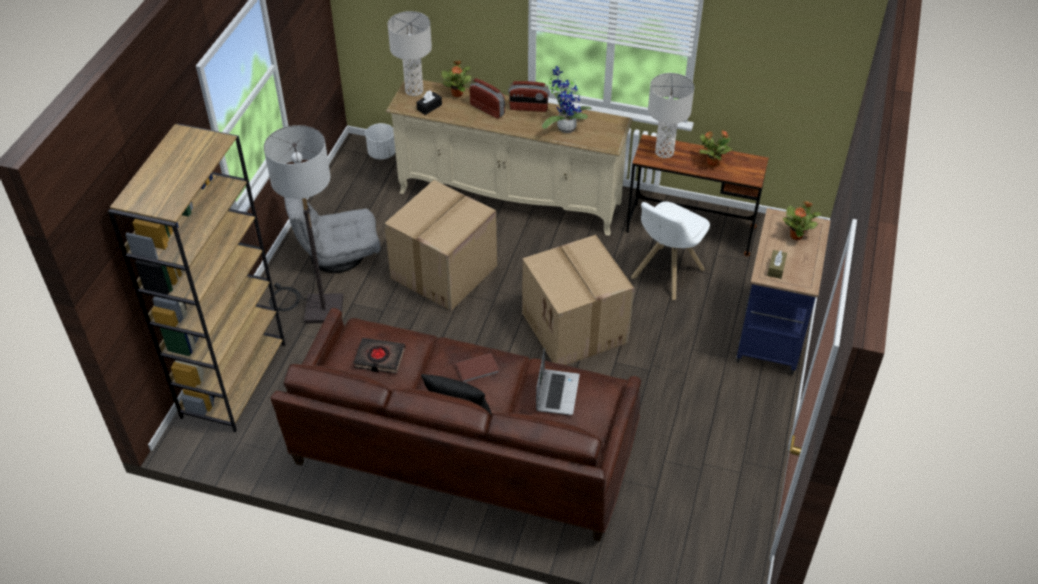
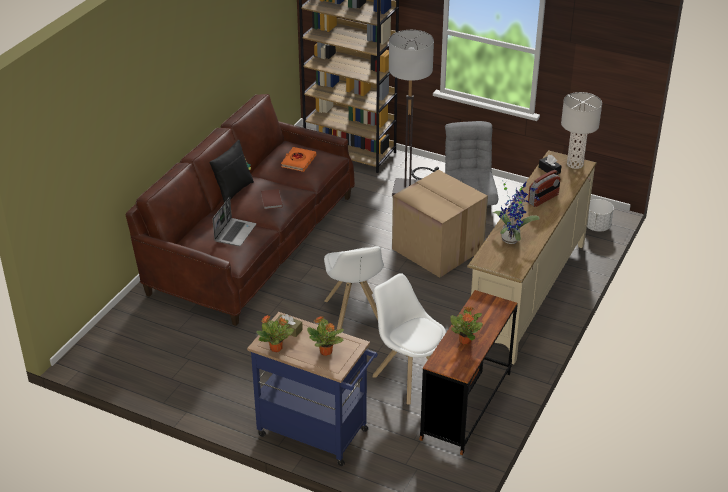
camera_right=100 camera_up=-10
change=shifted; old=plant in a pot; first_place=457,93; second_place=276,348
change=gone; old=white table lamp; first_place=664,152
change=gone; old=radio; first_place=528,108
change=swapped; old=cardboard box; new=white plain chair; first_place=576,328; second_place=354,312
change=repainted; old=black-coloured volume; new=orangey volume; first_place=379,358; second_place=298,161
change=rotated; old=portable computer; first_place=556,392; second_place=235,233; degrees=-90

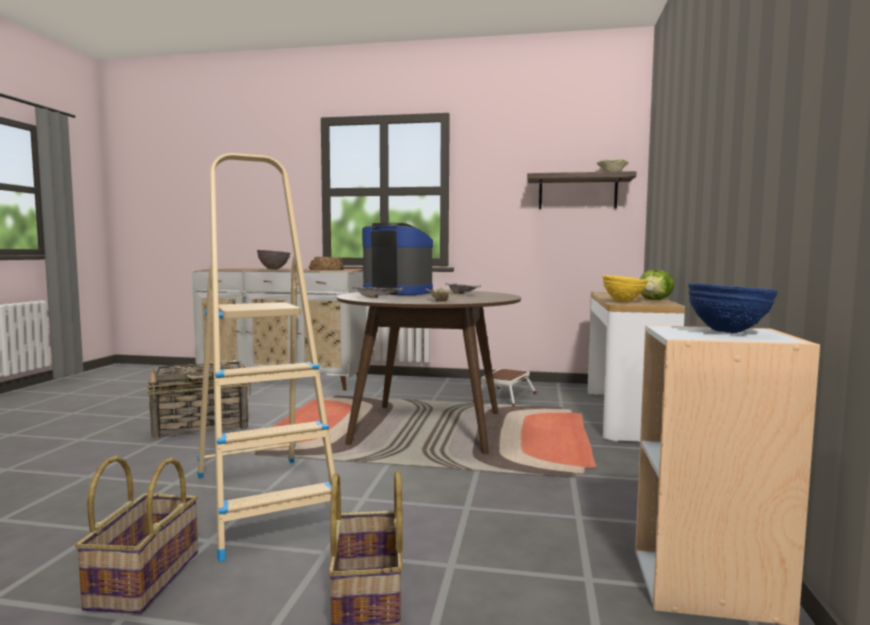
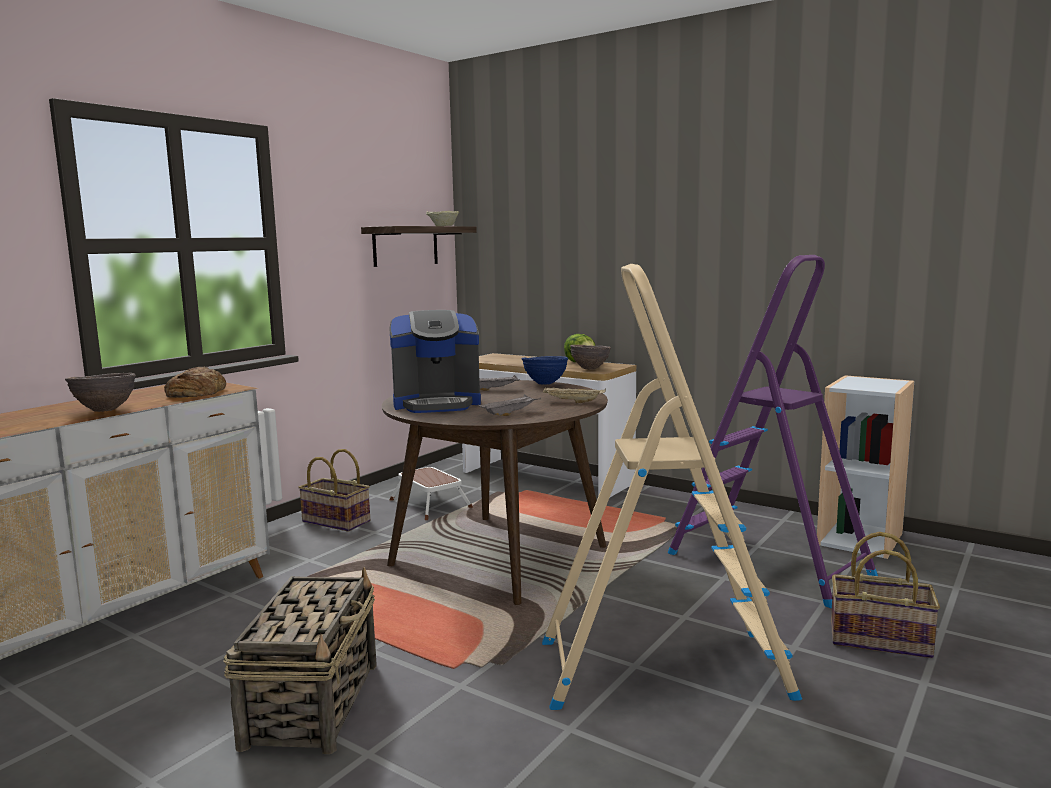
camera_right=-65 camera_up=5
change=rotated; old=coffee machine; first_place=398,292; second_place=437,404; degrees=-150
change=repainted; old=yellow serving bowl; new=brown-coloured serving bowl; first_place=623,302; second_place=590,369
change=shifted; old=bluish serving bowl; first_place=728,332; second_place=545,384
change=shifted; old=household basket; first_place=143,579; second_place=335,522
change=new; new=purple step stool; second_place=766,563

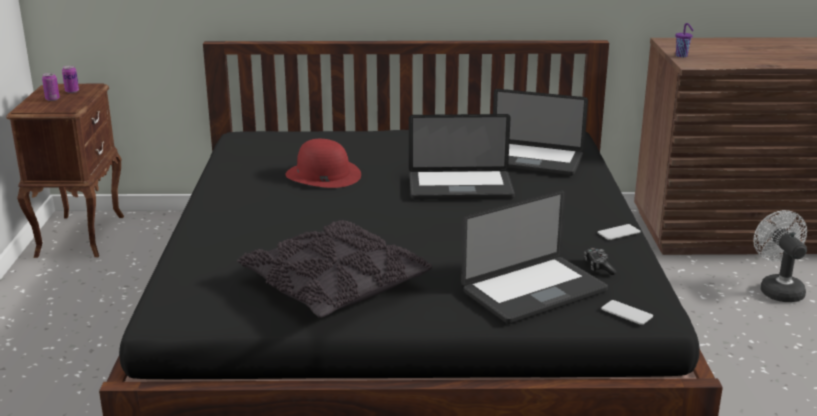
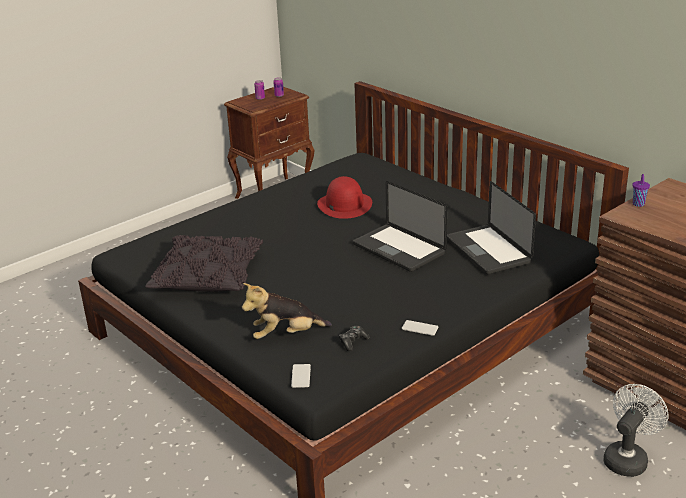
camera_right=50 camera_up=5
change=swapped; old=portable computer; new=soft toy; first_place=534,292; second_place=286,335

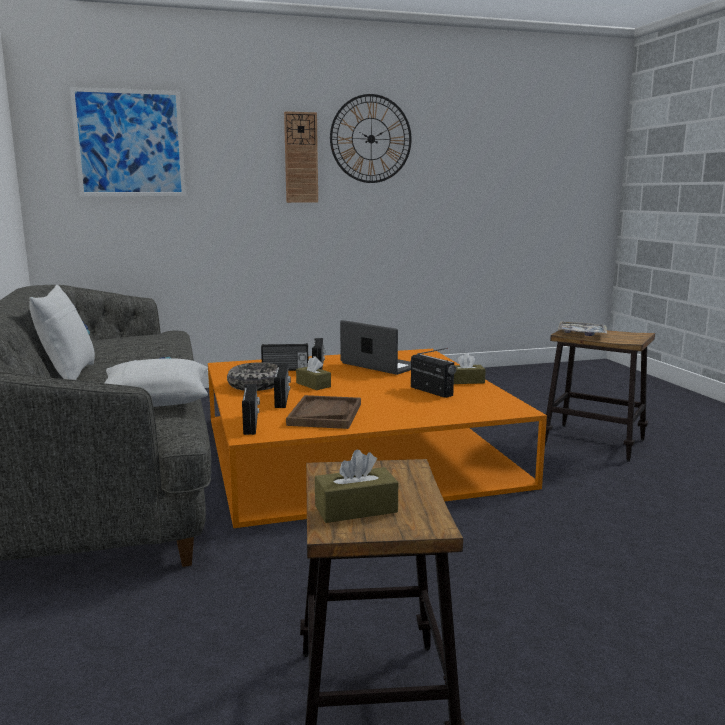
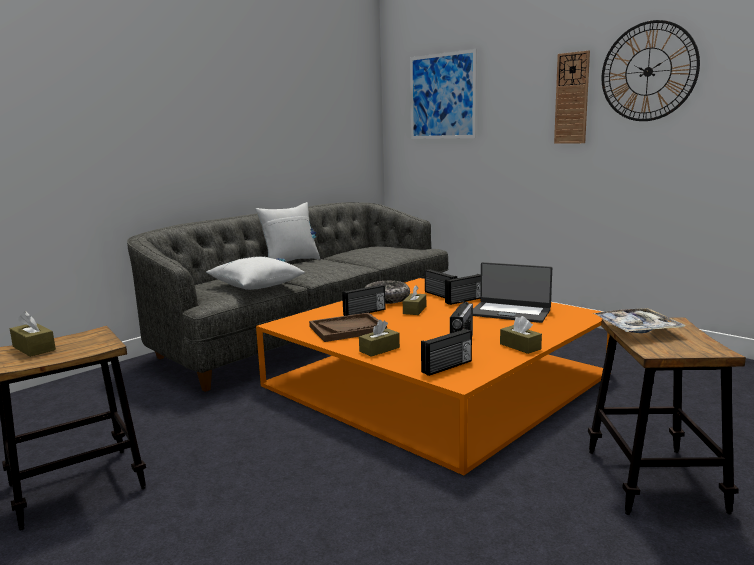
camera_right=60 camera_up=0
change=rotated; old=portable computer; first_place=380,365; second_place=510,312; degrees=105
change=shifted; old=radio; first_place=252,424; second_place=447,367
change=new; new=brown-coloured box of tissues; second_place=379,349

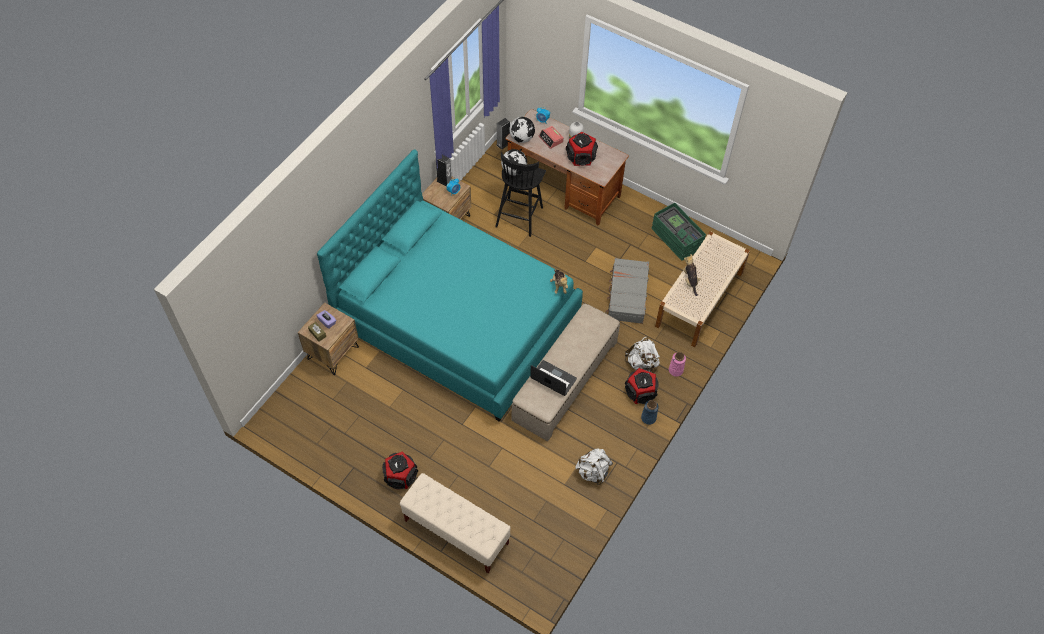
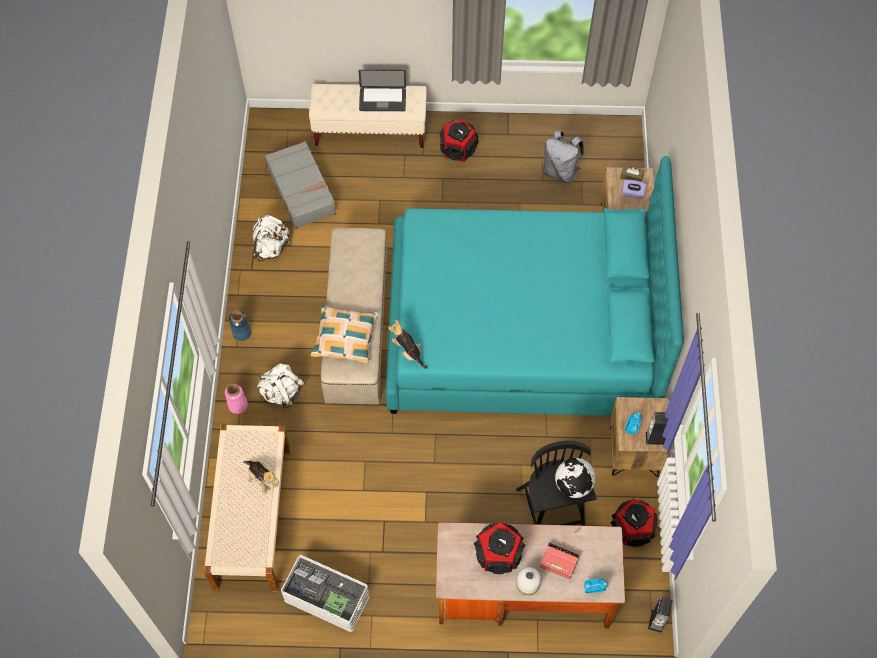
camera_right=150 camera_up=5
change=gone; old=globe; first_place=522,138
change=repainted; old=green-coloured storage bin; new=white storage bin; first_place=677,238; second_place=326,598
change=shifted; old=grey suitcase; first_place=627,295; second_place=302,190
change=shifted; old=portable computer; first_place=553,379; second_place=382,100
change=shifted; old=speaker; first_place=640,392; second_place=632,529
change=new; new=grey backpack; second_place=560,171
change=new; new=cushion; second_place=345,338

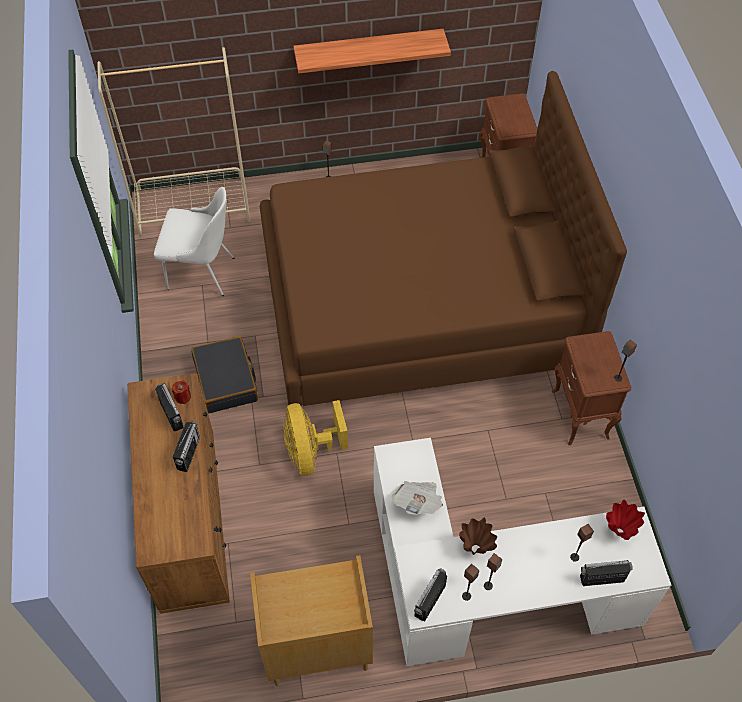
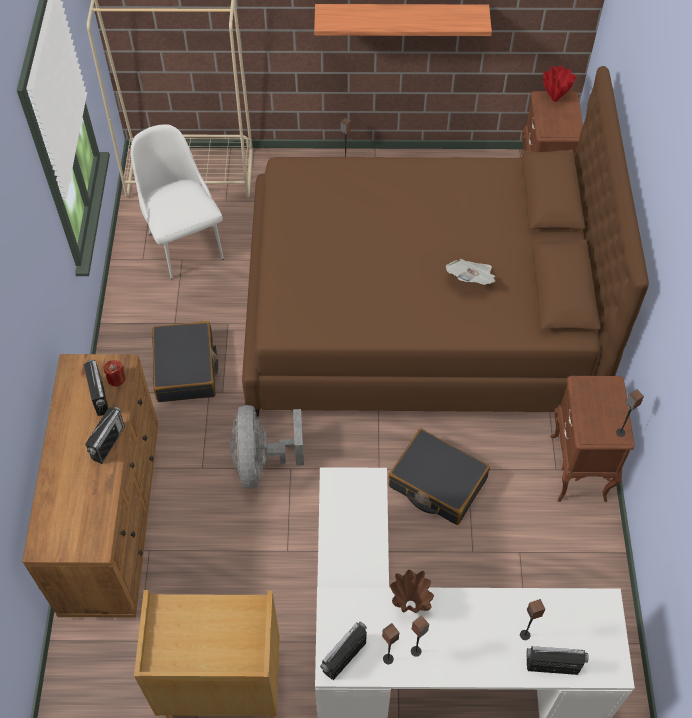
camera_right=10 camera_up=0
change=rotated; old=white plain chair; first_place=202,273; second_place=184,246; degrees=-135
change=repainted; old=yellow cooling fan; new=grey cooling fan; first_place=311,452; second_place=262,463
change=shifted; old=newspaper; first_place=418,502; second_place=471,280
change=shifted; old=red-coloured decorative vase; first_place=619,531; second_place=554,98
change=new; new=black-coloured suitcase; second_place=437,483

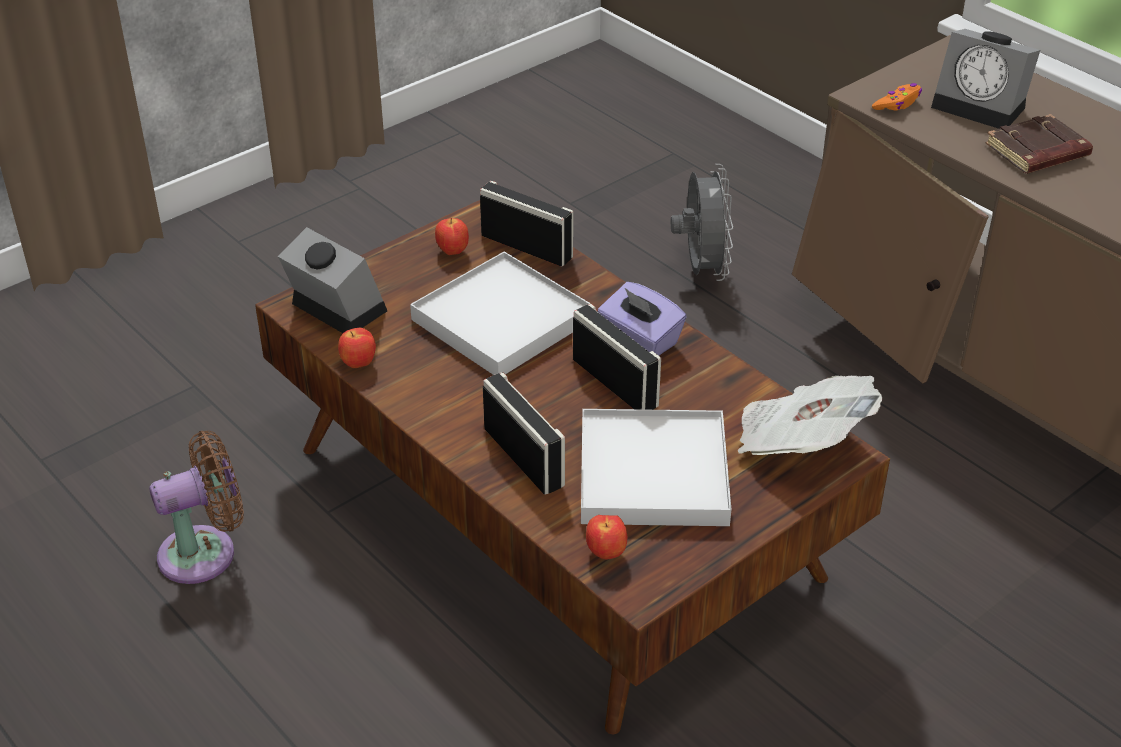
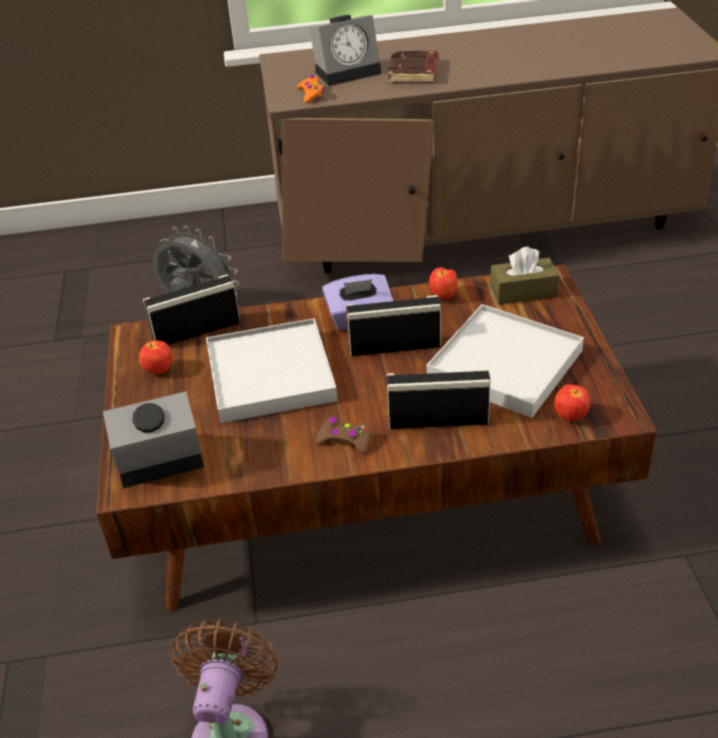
camera_right=-55 camera_up=0
change=shifted; old=apple fruit; first_place=358,364; second_place=443,296
change=swapped; old=newspaper; new=brown-coloured box of tissues; first_place=800,442; second_place=523,291
change=new; new=brown-coloured game controller; second_place=345,440

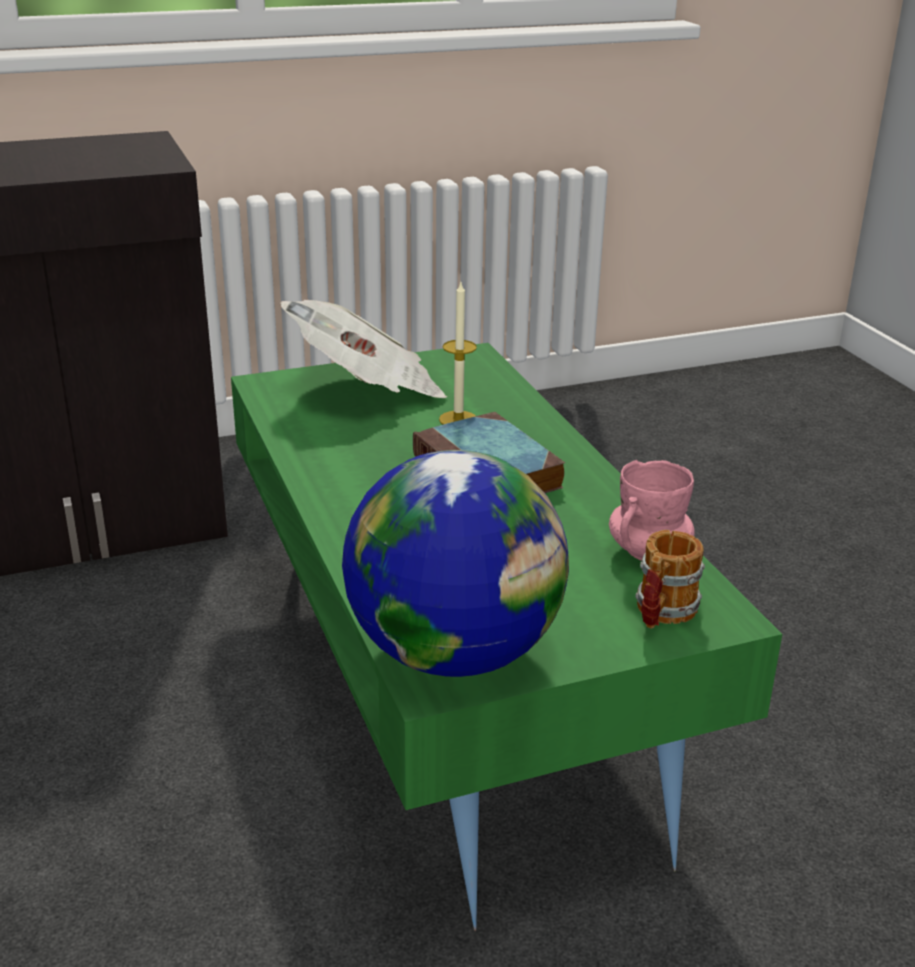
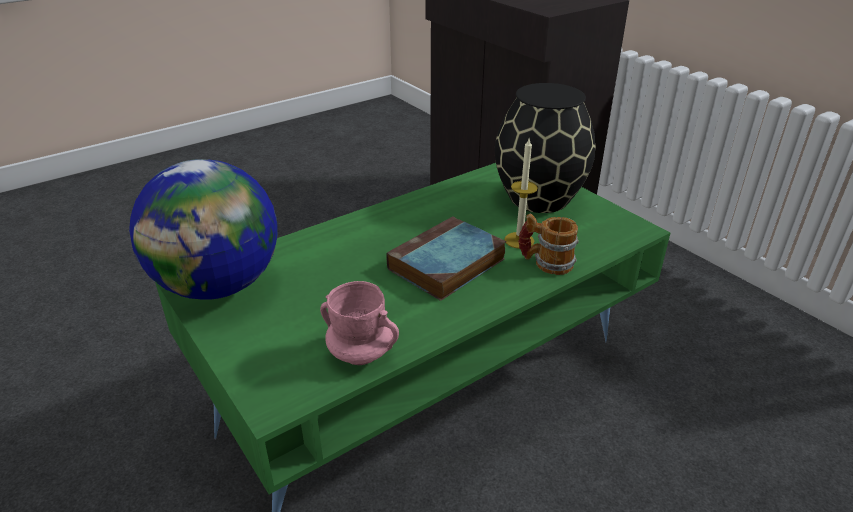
camera_right=75 camera_up=5
change=swapped; old=newspaper; new=black-coloured decorative vase; first_place=368,388; second_place=540,199
change=shifted; old=mug; first_place=661,614; second_place=545,263

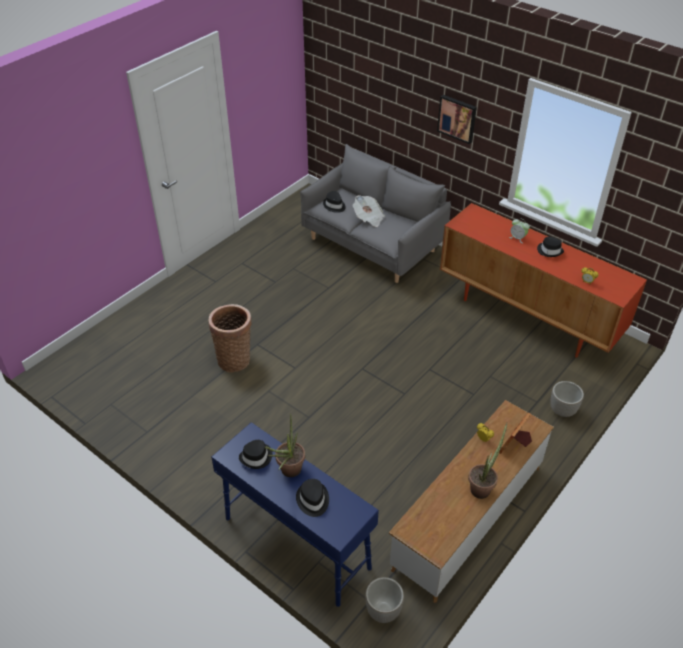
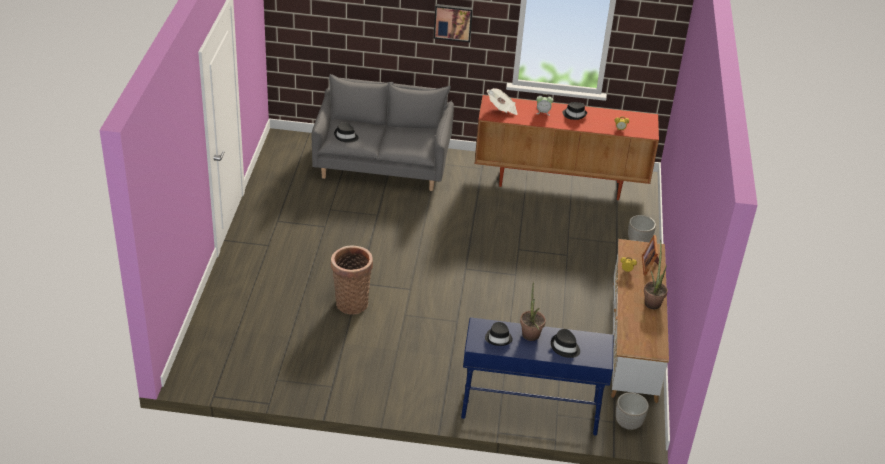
camera_right=-35 camera_up=-5
change=shifted; old=newspaper; first_place=368,218; second_place=502,109

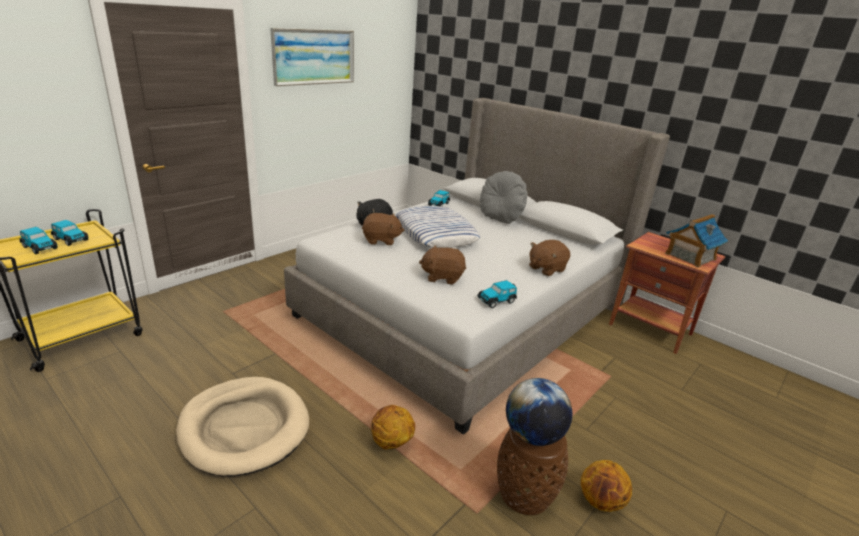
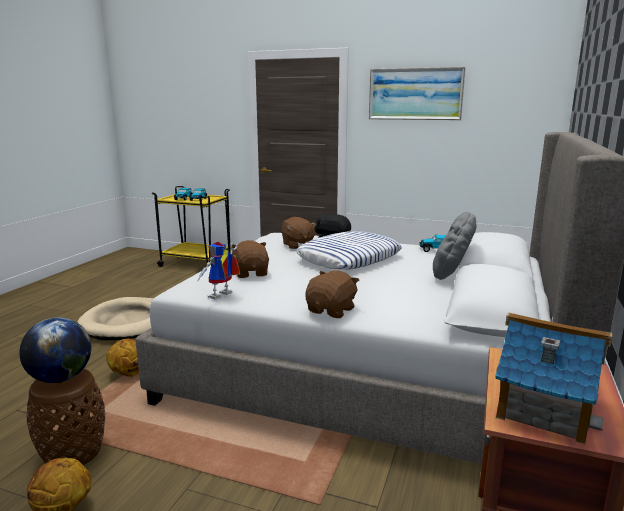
camera_right=70 camera_up=-10
change=rotated; old=brown-coloured soft toy; first_place=546,269; second_place=332,310; degrees=90
change=swapped; old=miniature car; new=robot figure; first_place=497,300; second_place=221,296

